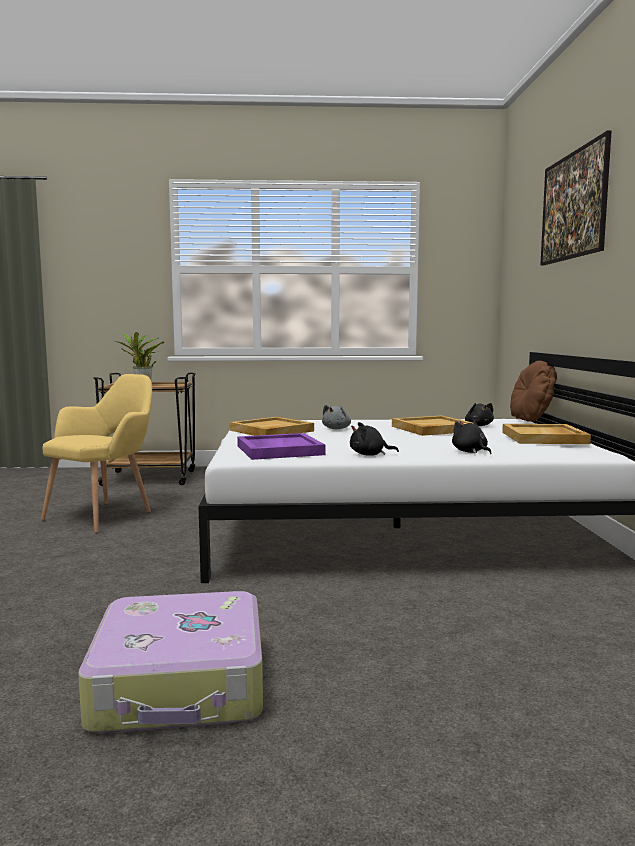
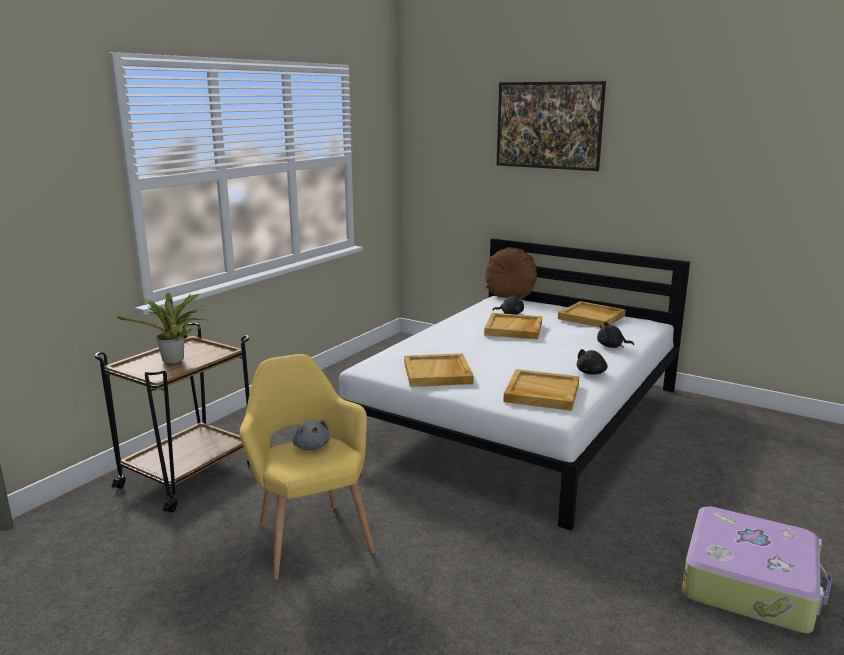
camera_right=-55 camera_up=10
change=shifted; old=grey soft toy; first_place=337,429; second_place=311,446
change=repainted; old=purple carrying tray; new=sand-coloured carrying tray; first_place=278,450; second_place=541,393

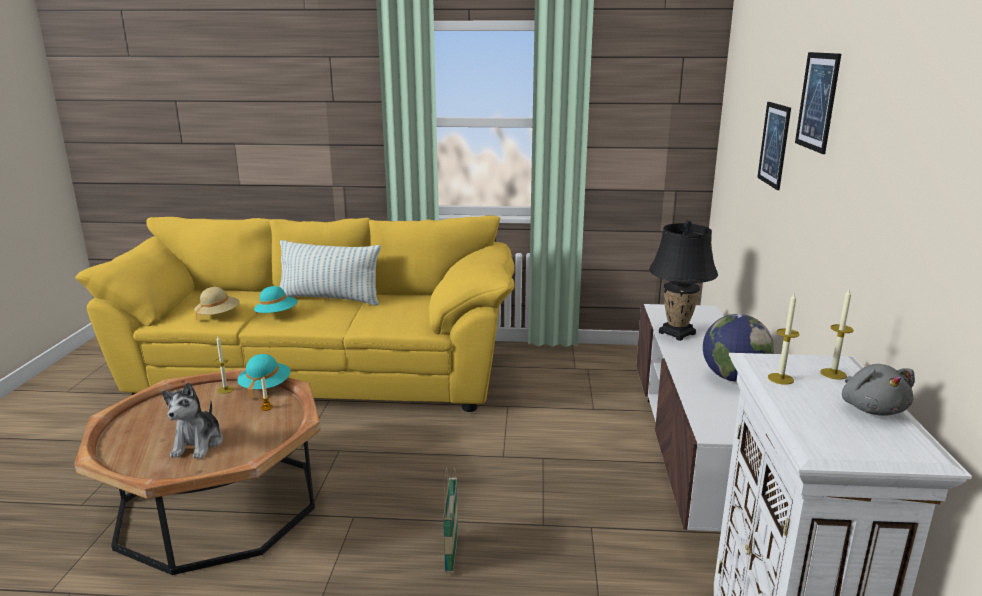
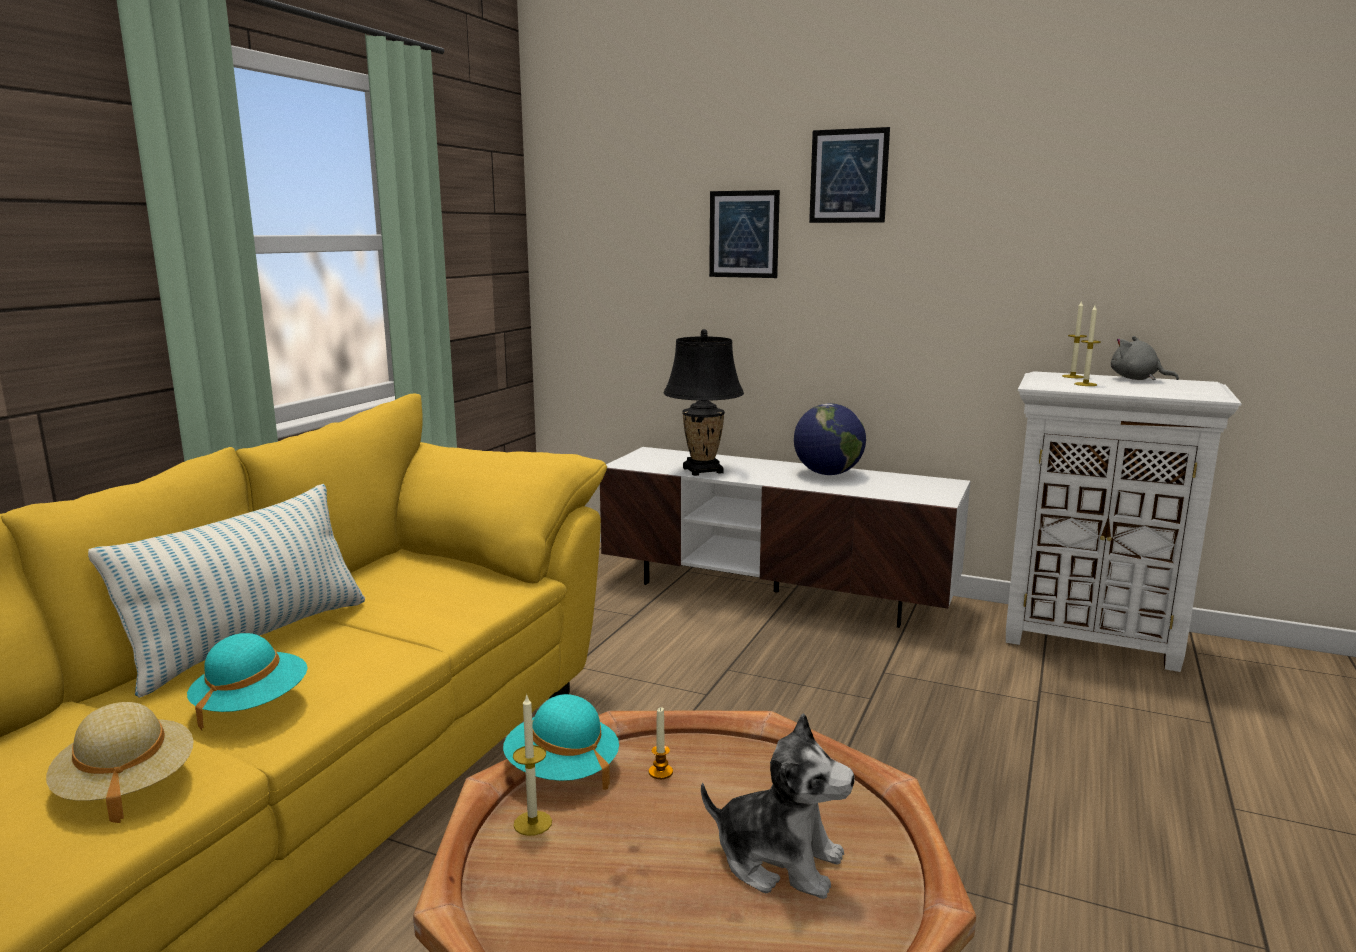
camera_right=-70 camera_up=-5
change=rotated; old=grey soft toy; first_place=872,408; second_place=1137,379; degrees=-150
change=gone; old=household basket; first_place=451,554

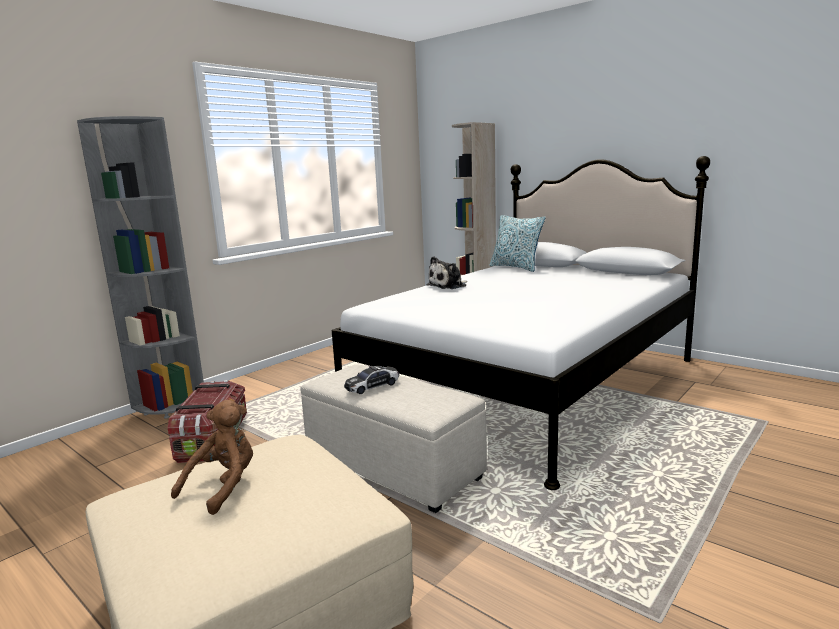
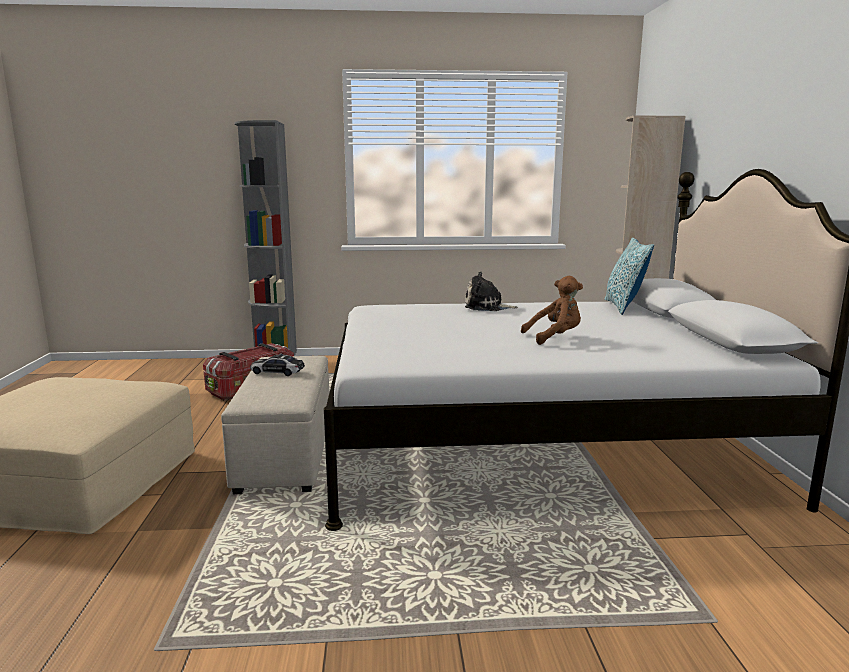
camera_right=45 camera_up=0
change=shifted; old=brown-coloured soft toy; first_place=224,487; second_place=555,337

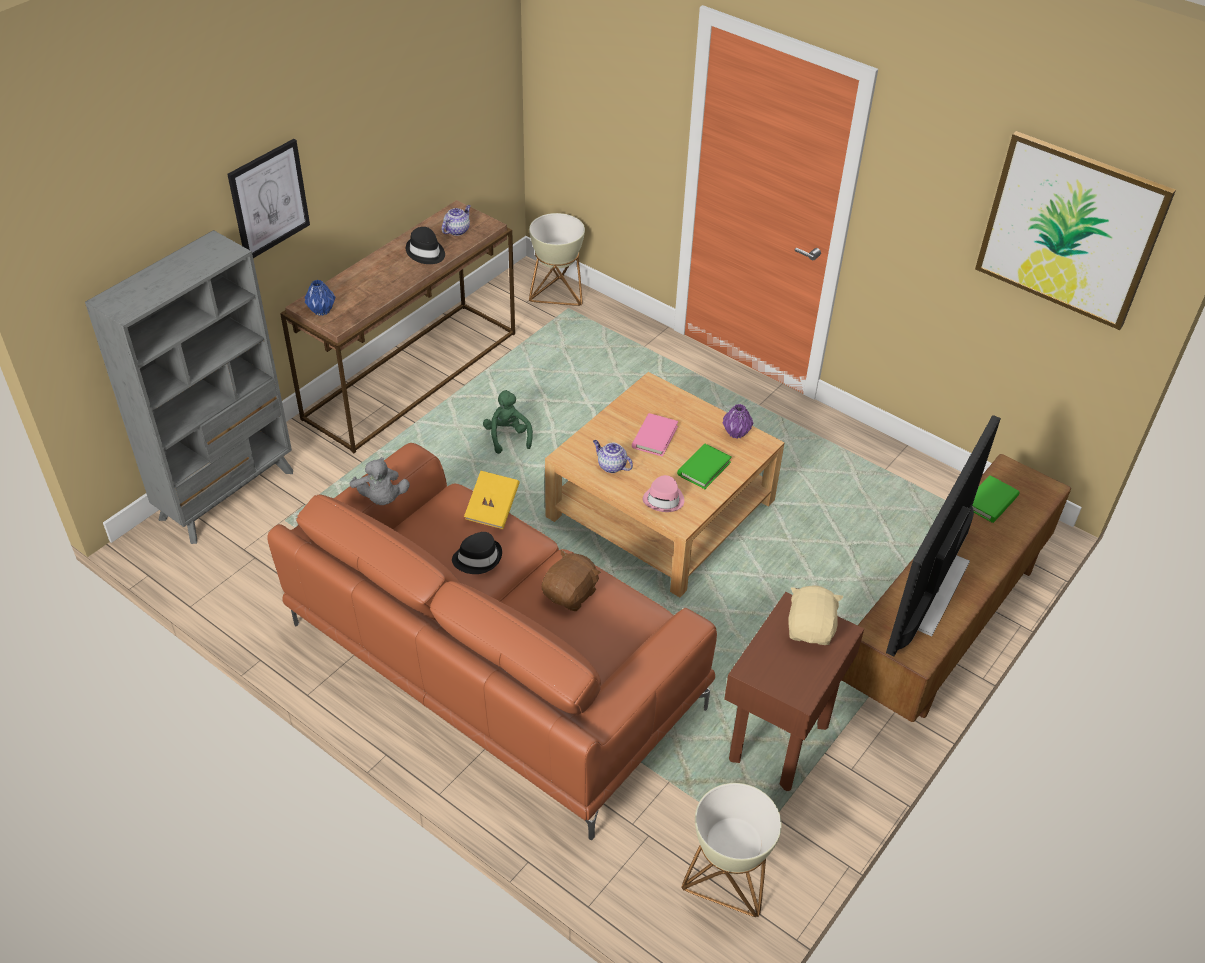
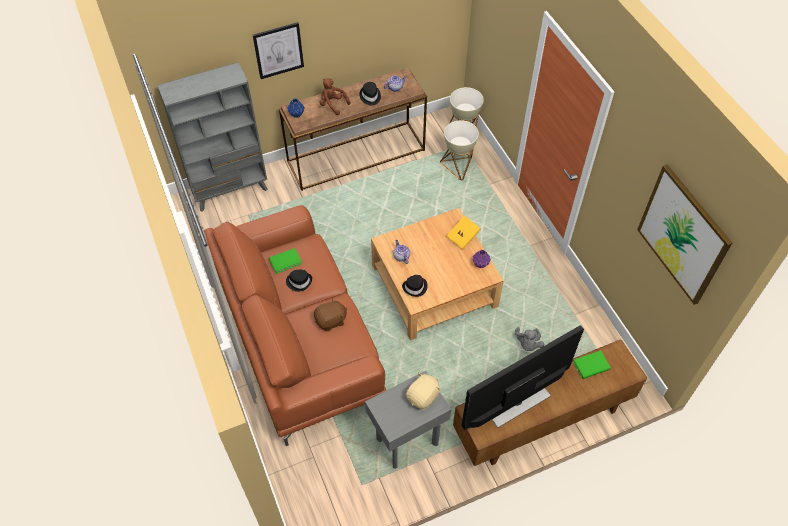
camera_right=30 camera_up=10
change=gone; old=green-coloured soft toy; first_place=507,436
change=gone; old=pink volume; first_place=654,437
change=shifted; old=green-coloured volume; first_place=704,468; second_place=285,261
change=shifted; old=grey soft toy; first_place=381,498; second_place=527,344
change=shifted; old=yellow volume; first_place=492,509; second_place=463,237
change=repainted; old=pink wearable hat; new=black-coloured wearable hat; first_place=664,499; second_place=415,287
change=repainted; old=brown-coloured side table; new=grey side table; first_place=777,742; second_place=406,441
change=shifted; old=flower pot; first_place=727,881; second_place=458,166
change=new; new=brown-coloured soft toy; second_place=332,104

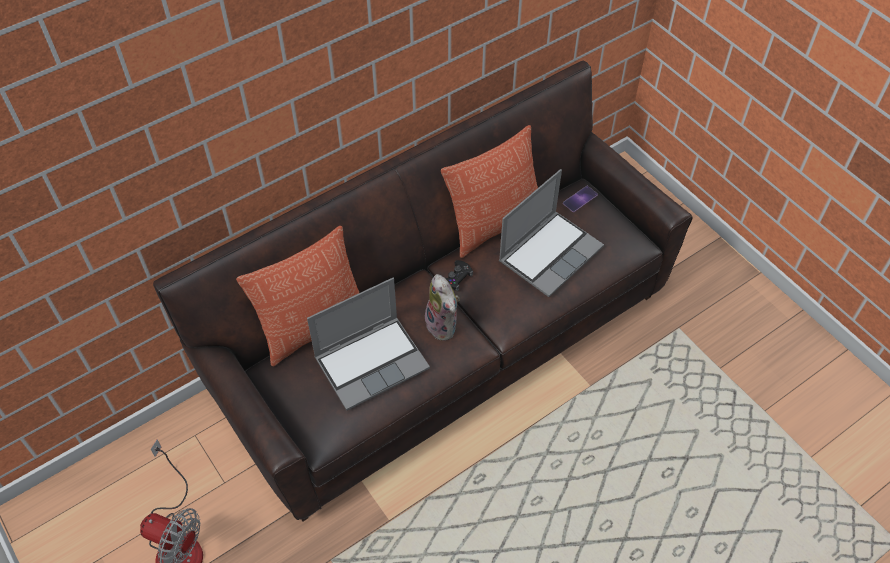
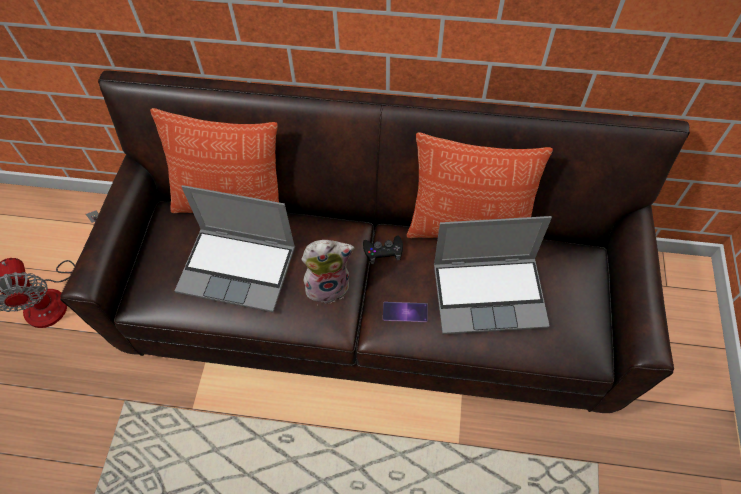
camera_right=45 camera_up=5
change=shifted; old=phone; first_place=580,199; second_place=405,312
change=rotated; old=soft toy; first_place=444,326; second_place=328,285; degrees=-120

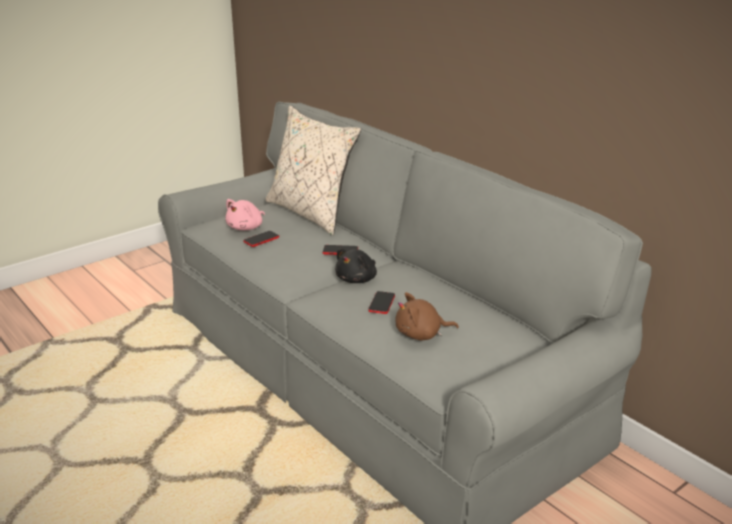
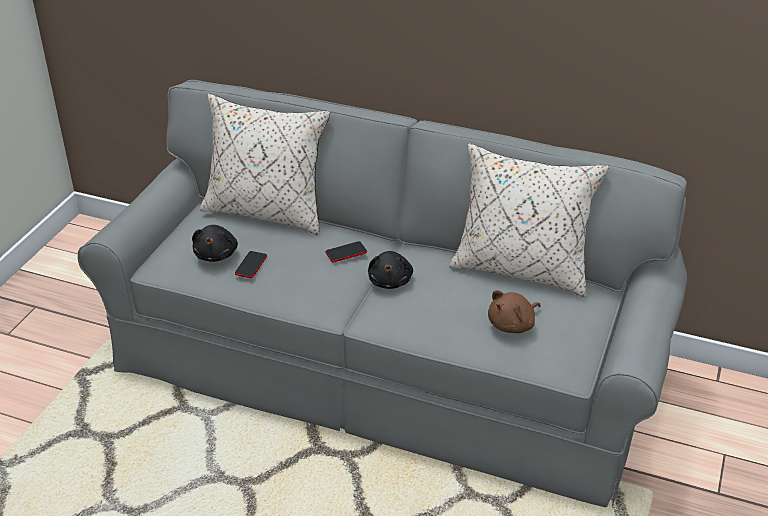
camera_right=-30 camera_up=10
change=repainted; old=pink soft toy; new=black-coloured soft toy; first_place=246,227; second_place=216,254
change=gone; old=phone; first_place=382,303
change=new; new=sand-coloured cushion; second_place=521,269

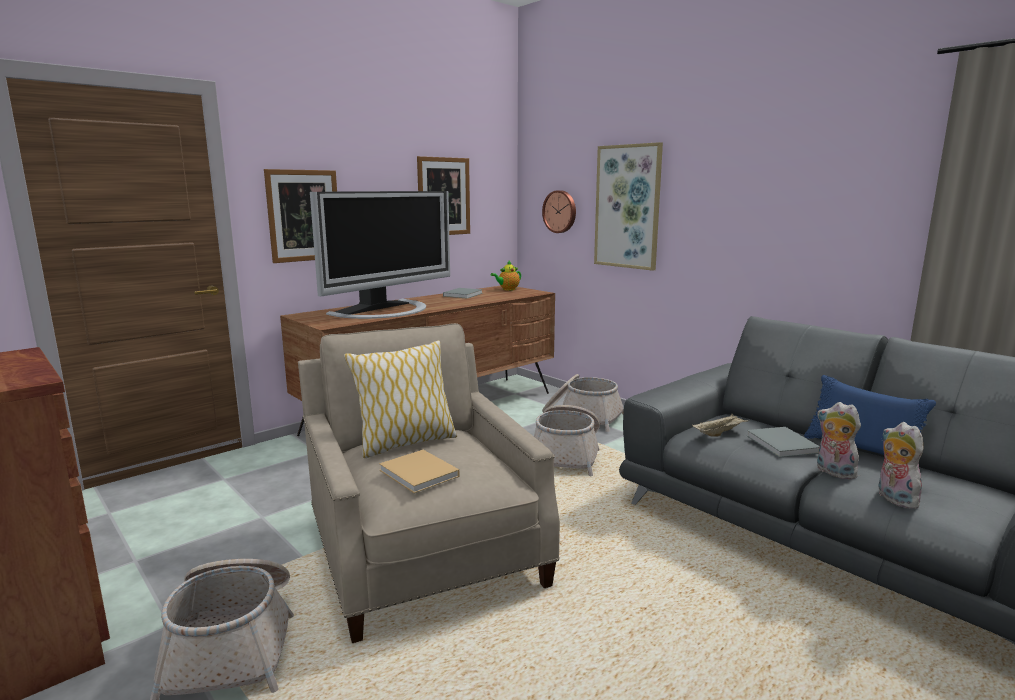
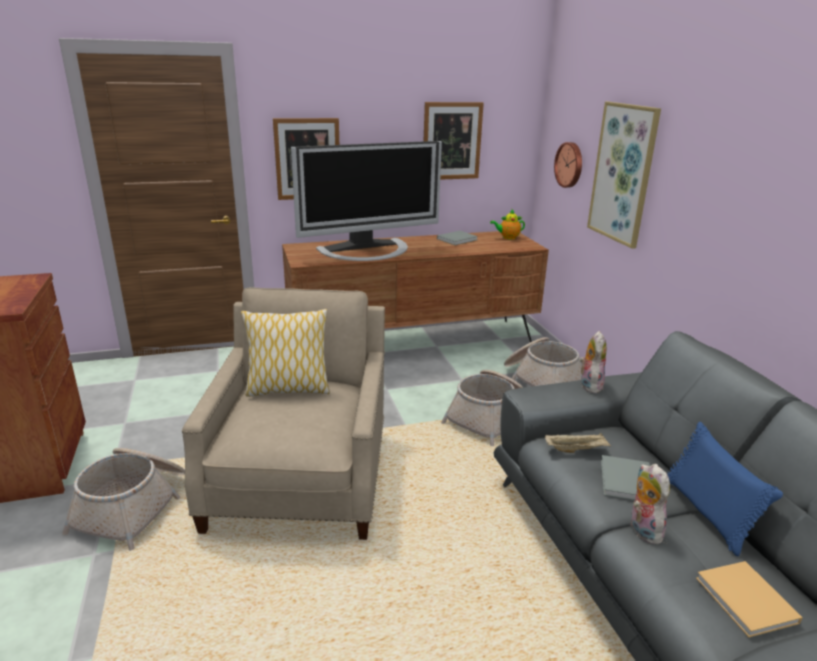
camera_right=25 camera_up=10
change=shifted; old=soft toy; first_place=893,498; second_place=589,385
change=shifted; old=sand-coloured volume; first_place=420,474; second_place=747,602

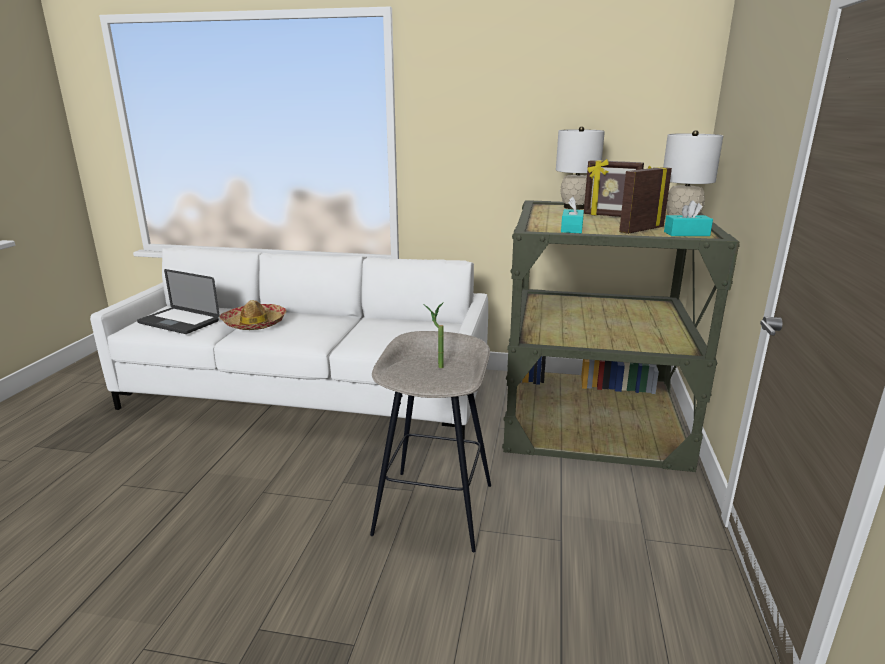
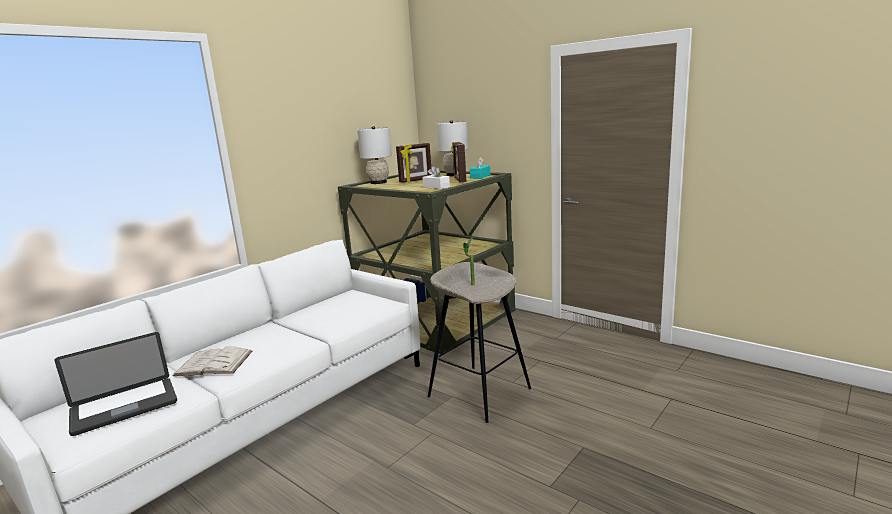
camera_right=-60 camera_up=-5
change=repainted; old=turquoise-coloured box of tissues; new=white box of tissues; first_place=571,229; second_place=436,187
change=swapped; old=wearable hat; new=white volume; first_place=255,324; second_place=214,363

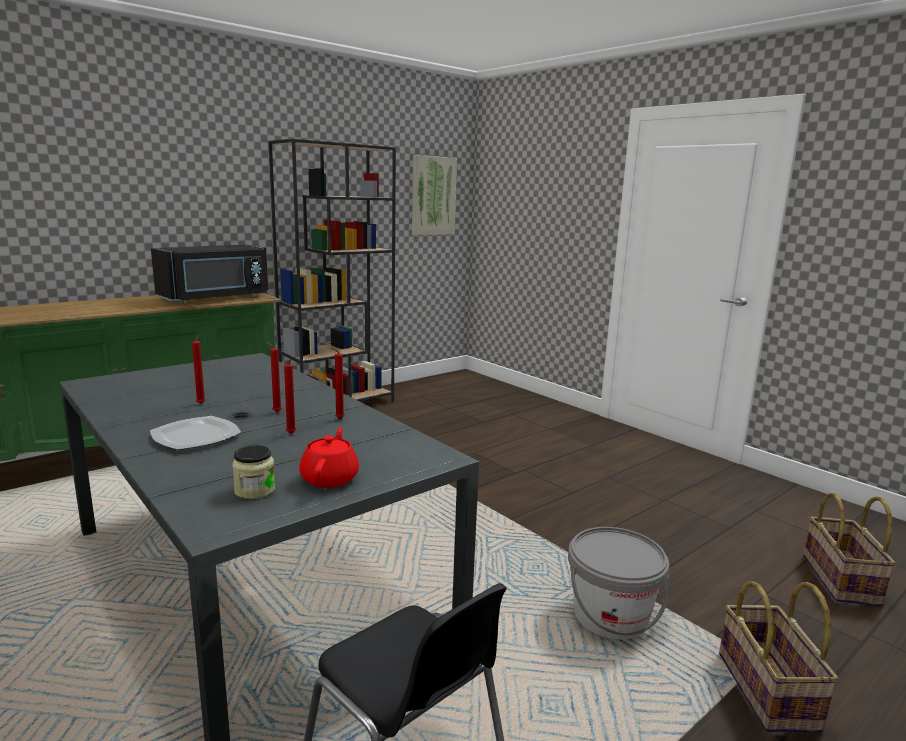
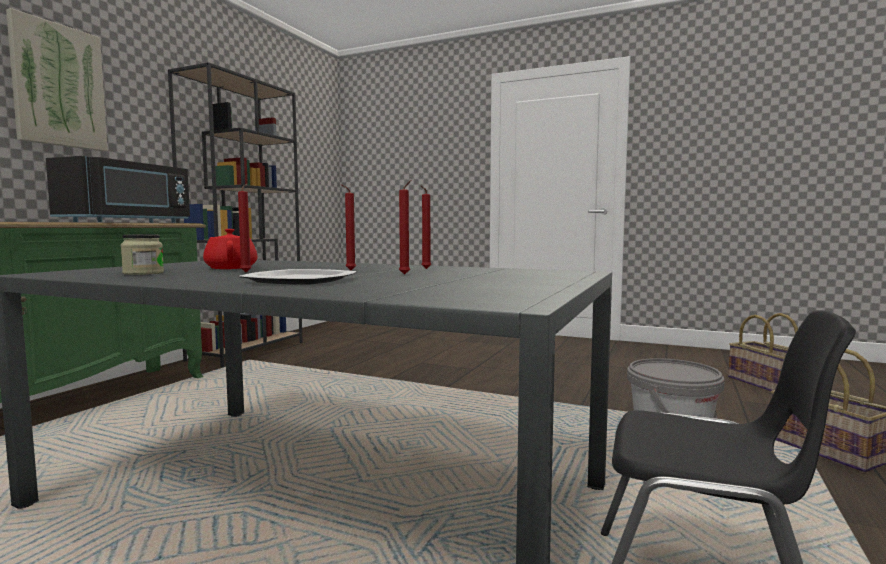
camera_right=-25 camera_up=-10
change=shifted; old=picture; first_place=433,196; second_place=58,86
change=shifted; old=red-coloured teapot; first_place=330,478; second_place=231,268
change=shifted; old=jar; first_place=255,490; second_place=143,273

